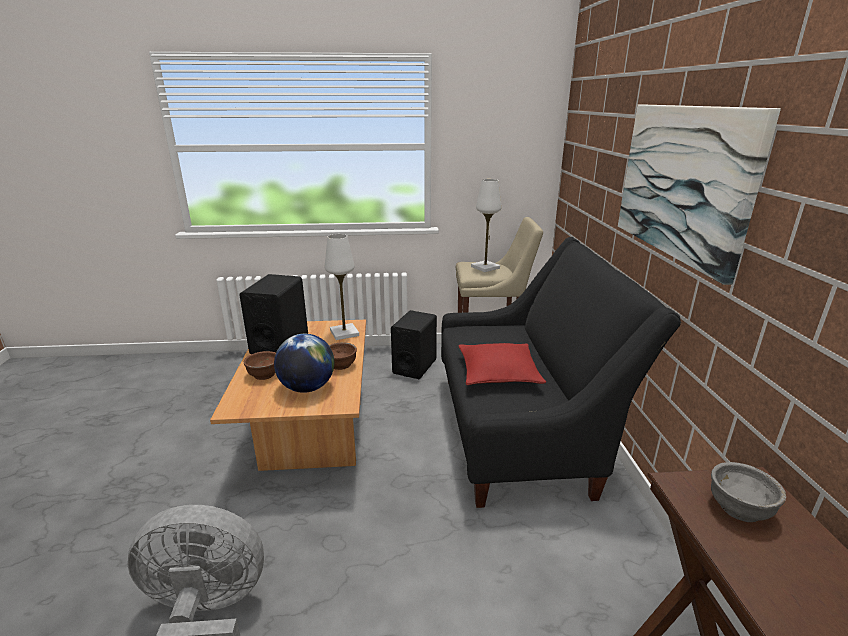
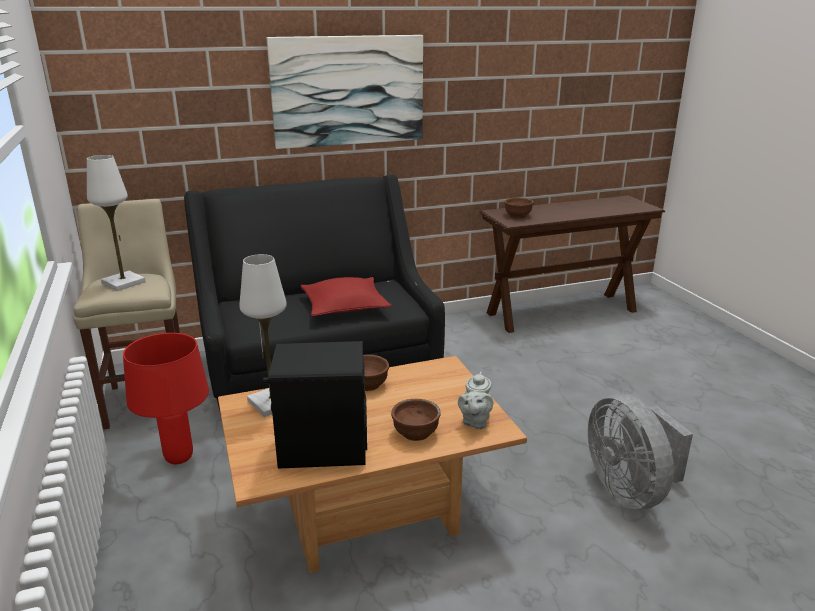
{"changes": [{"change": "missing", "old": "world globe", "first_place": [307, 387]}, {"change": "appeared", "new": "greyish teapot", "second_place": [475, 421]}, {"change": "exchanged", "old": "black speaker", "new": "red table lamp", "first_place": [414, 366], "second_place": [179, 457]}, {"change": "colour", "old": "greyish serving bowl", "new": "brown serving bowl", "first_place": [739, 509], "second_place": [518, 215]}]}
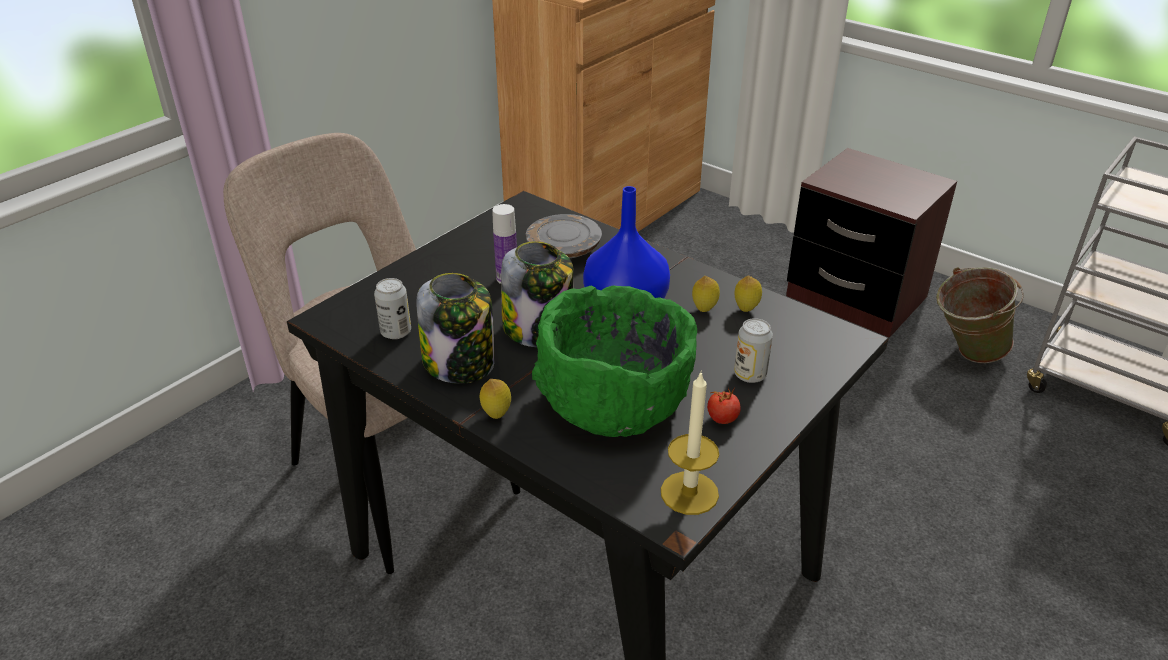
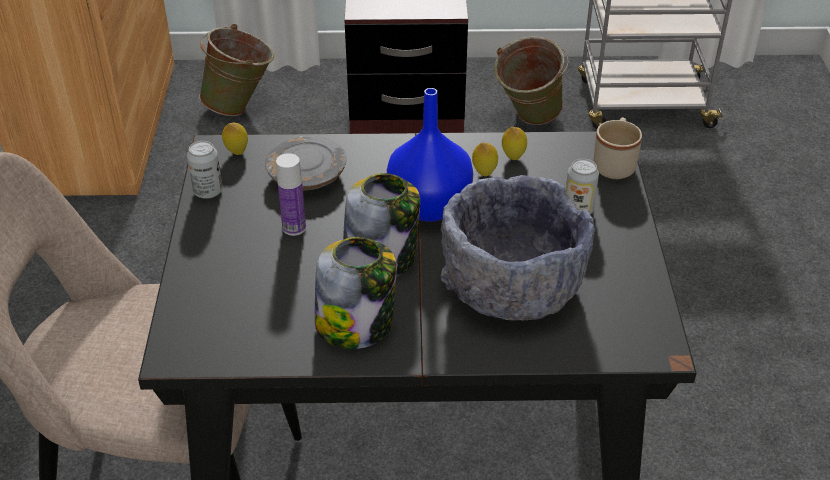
{"changes": [{"change": "missing", "old": "candle", "first_place": [689, 493]}, {"change": "missing", "old": "fresh tomato", "first_place": [722, 418]}, {"change": "appeared", "new": "green-coloured bucket", "second_place": [241, 107]}, {"change": "appeared", "new": "beige tea mug", "second_place": [615, 164]}, {"change": "relocated", "old": "can", "first_place": [396, 332], "second_place": [208, 191]}, {"change": "relocated", "old": "whole lemon", "first_place": [496, 414], "second_place": [237, 152]}, {"change": "colour", "old": "green-coloured serving bowl", "new": "greyish serving bowl", "first_place": [613, 399], "second_place": [511, 285]}]}
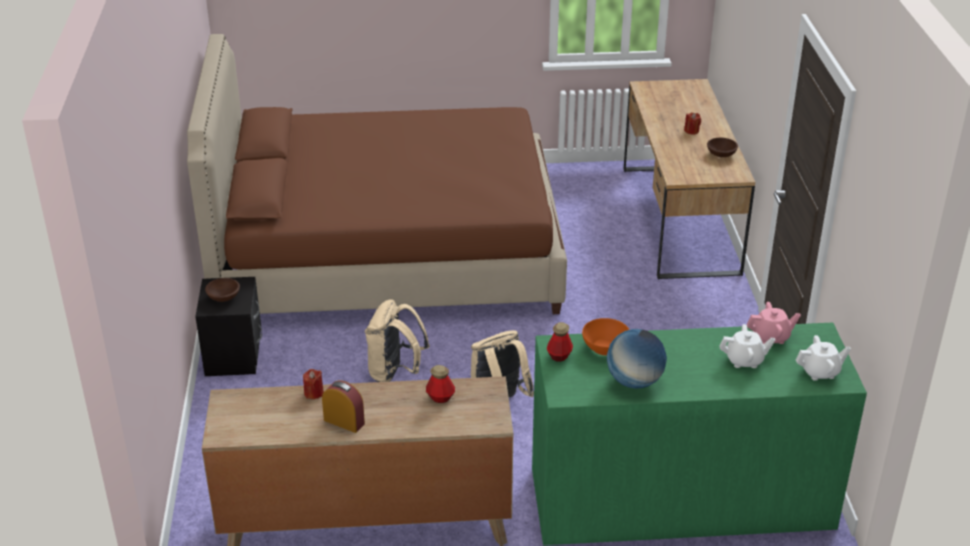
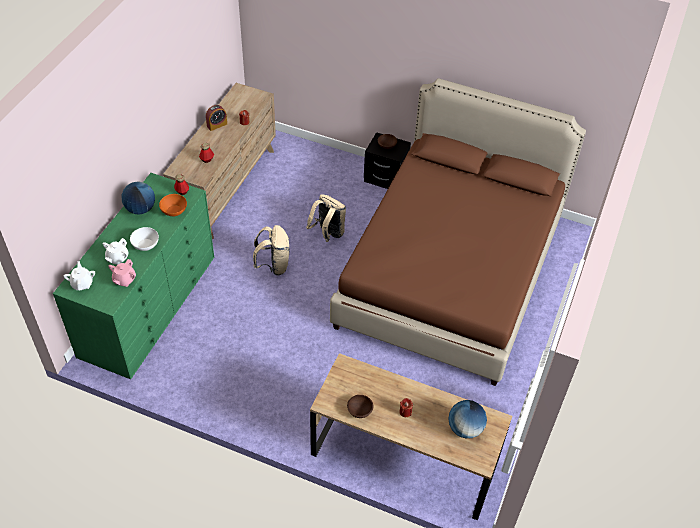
{"changes": [{"change": "appeared", "new": "white-coloured serving bowl", "second_place": [145, 245]}, {"change": "appeared", "new": "world globe", "second_place": [465, 428]}, {"change": "spun", "old": "white-coloured teapot", "first_place": [820, 372], "second_place": [82, 283], "degrees": 150}]}
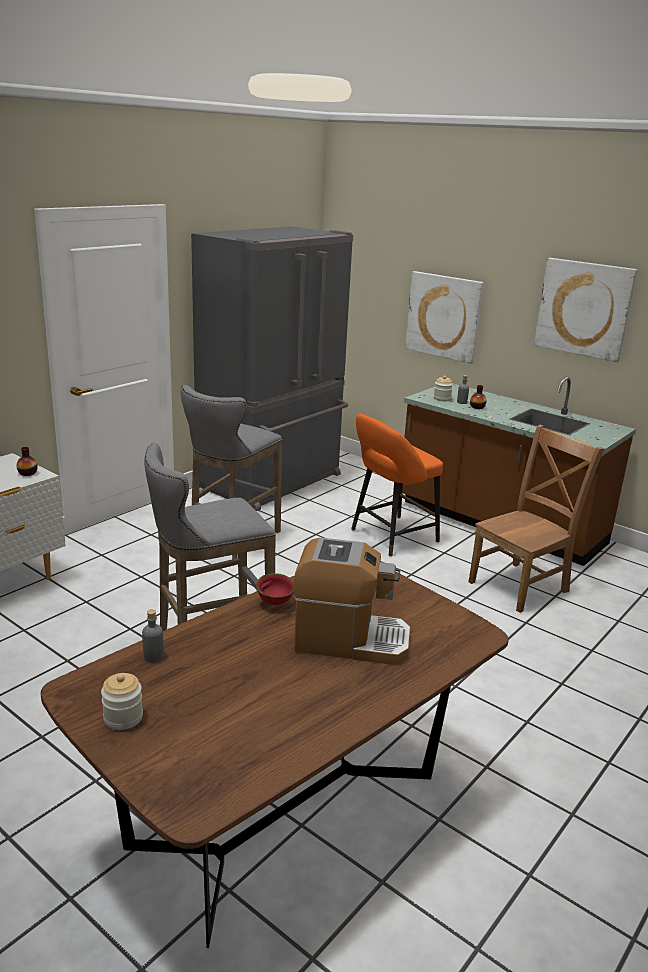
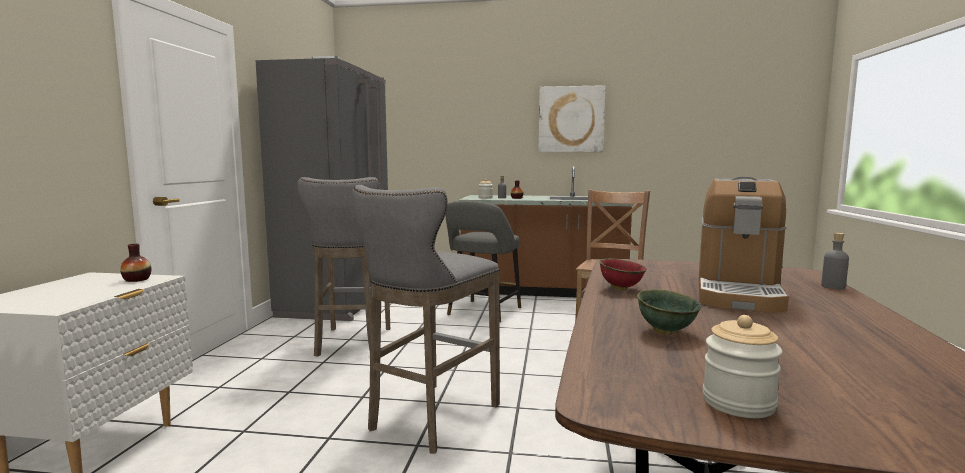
{"changes": [{"change": "missing", "old": "picture", "first_place": [444, 316]}, {"change": "appeared", "new": "green-coloured serving bowl", "second_place": [666, 331]}, {"change": "relocated", "old": "greyish beverage bottle", "first_place": [153, 656], "second_place": [833, 287]}, {"change": "colour", "old": "orange stool seat", "new": "greyish stool seat", "first_place": [390, 537], "second_place": [482, 312]}, {"change": "spun", "old": "coffee brewer", "first_place": [350, 640], "second_place": [737, 292], "degrees": 135}]}
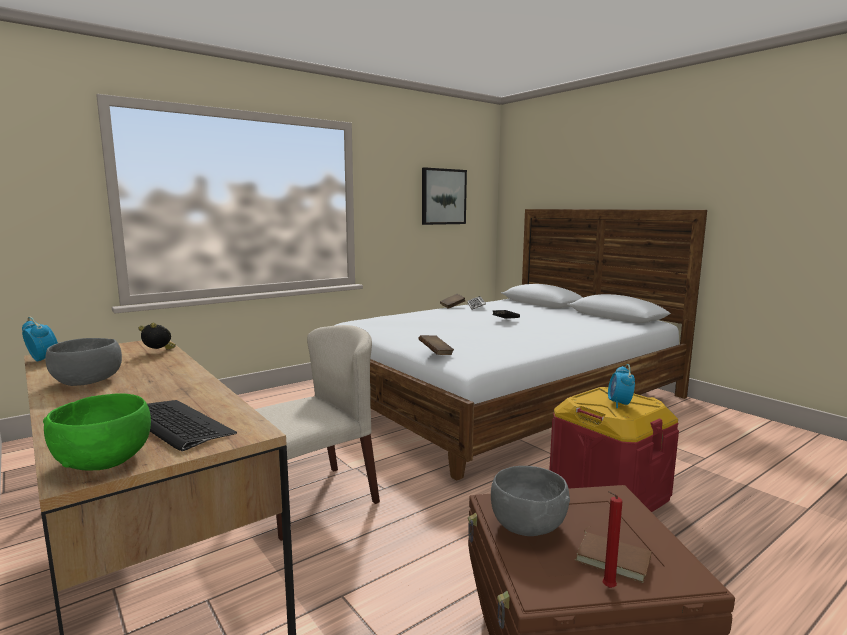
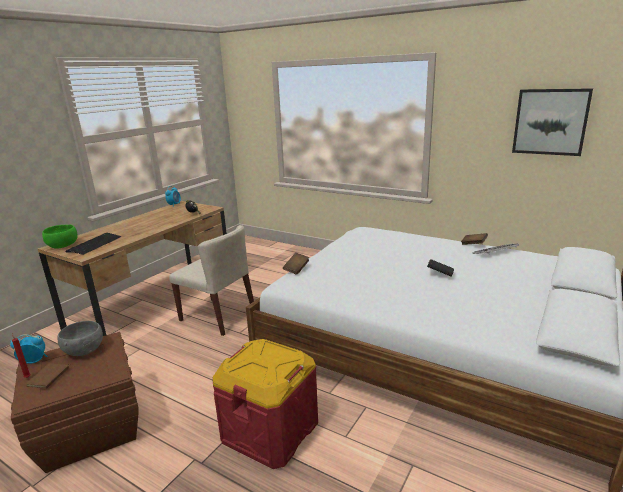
{"changes": [{"change": "missing", "old": "greyish serving bowl", "first_place": [88, 381]}, {"change": "relocated", "old": "bedside clock", "first_place": [619, 404], "second_place": [34, 361]}]}
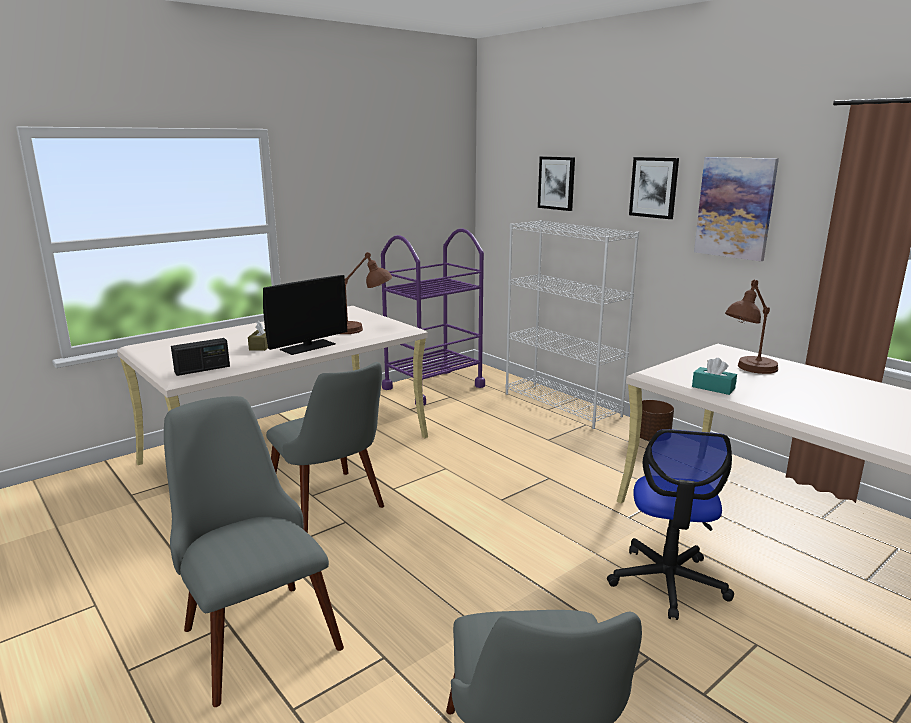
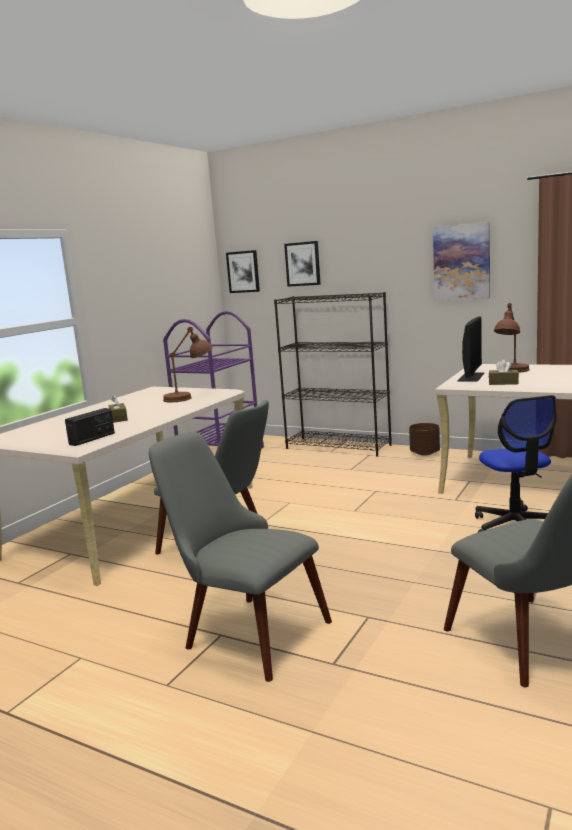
{"changes": [{"change": "relocated", "old": "computer screen", "first_place": [308, 347], "second_place": [471, 377]}, {"change": "relocated", "old": "picture", "first_place": [654, 187], "second_place": [243, 271]}, {"change": "colour", "old": "white-coloured bookshelf", "new": "black bookshelf", "first_place": [562, 405], "second_place": [338, 447]}, {"change": "colour", "old": "turquoise tissue holder", "new": "brown tissue holder", "first_place": [713, 388], "second_place": [503, 383]}]}
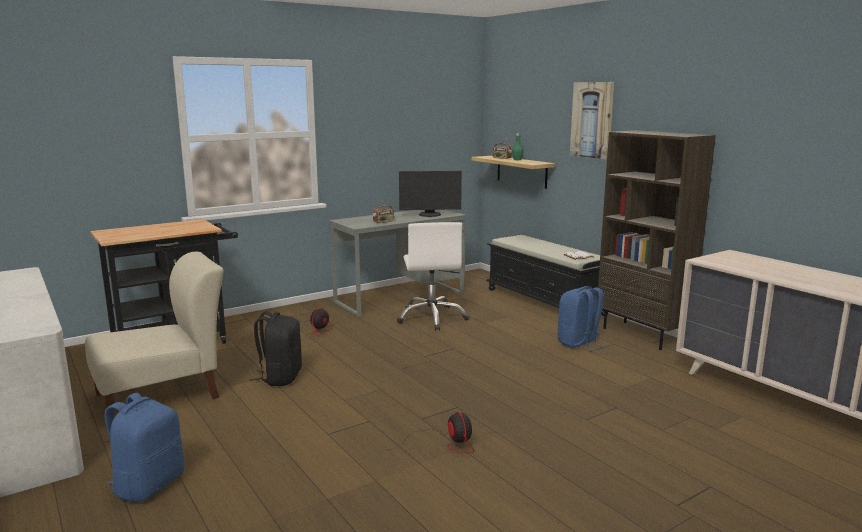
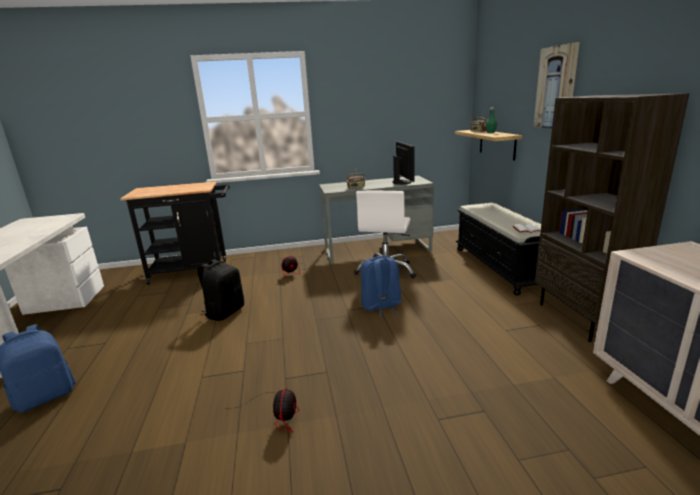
{"changes": [{"change": "missing", "old": "beige upright chair", "first_place": [163, 395]}, {"change": "relocated", "old": "blue-coloured knapsack", "first_place": [579, 343], "second_place": [381, 306]}, {"change": "spun", "old": "computer screen", "first_place": [430, 215], "second_place": [402, 182], "degrees": -120}]}
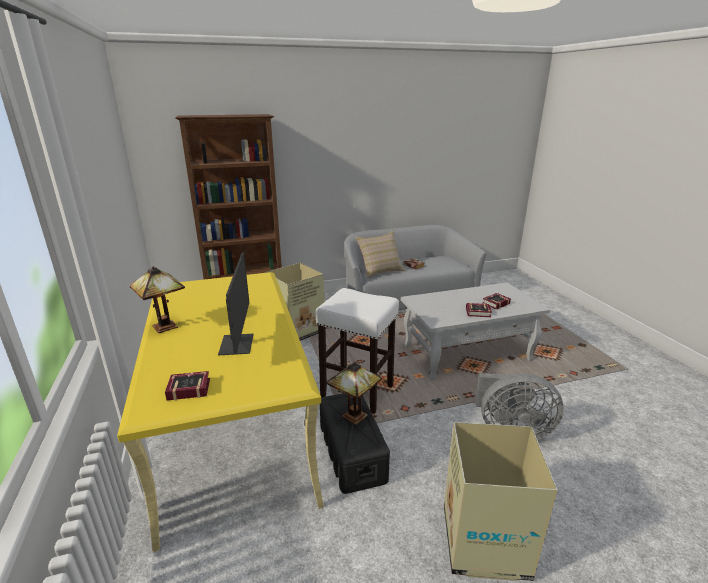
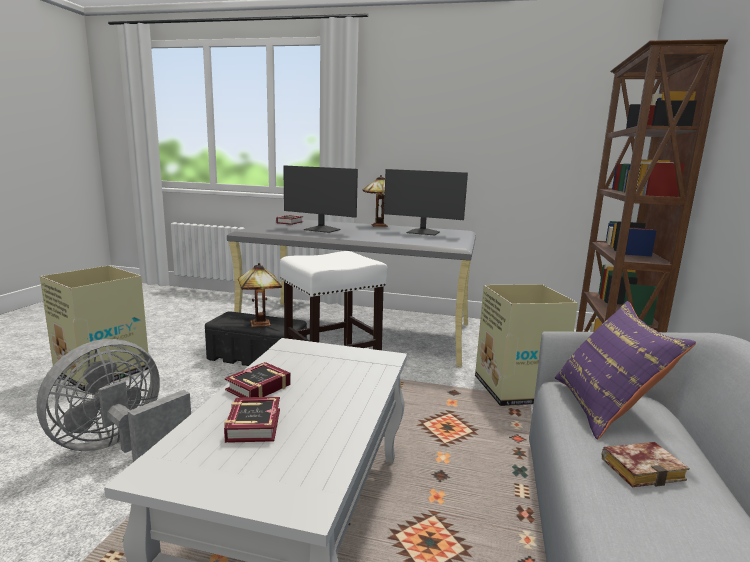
{"changes": [{"change": "appeared", "new": "computer screen", "second_place": [423, 232]}, {"change": "colour", "old": "yellowish desk unit", "new": "greyish desk unit", "first_place": [233, 424], "second_place": [358, 330]}, {"change": "colour", "old": "beige cushion", "new": "purple-coloured cushion", "first_place": [380, 271], "second_place": [605, 408]}]}
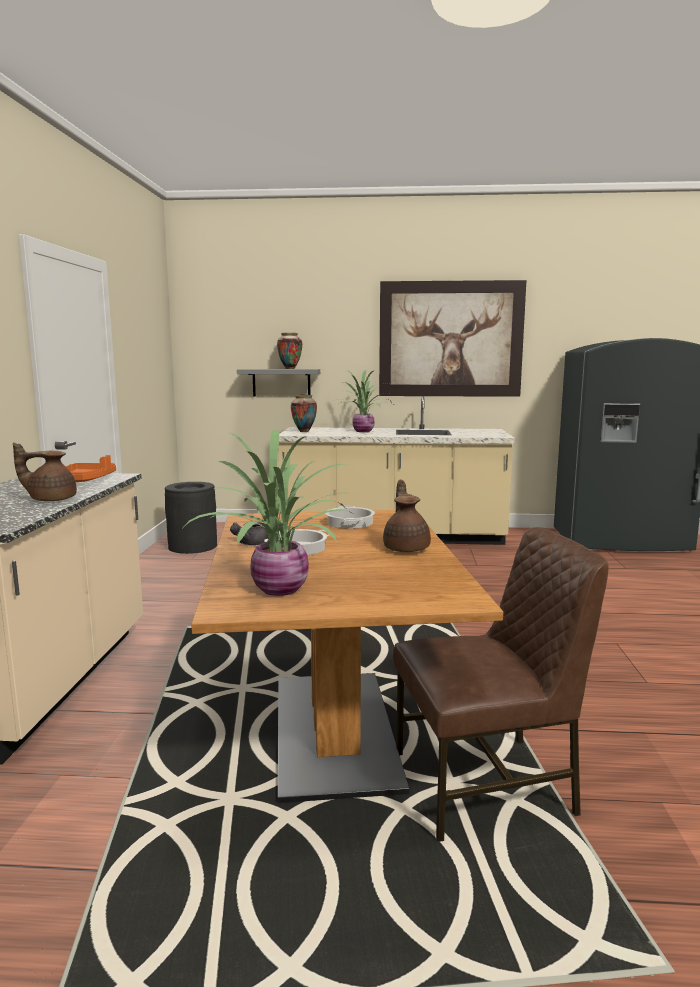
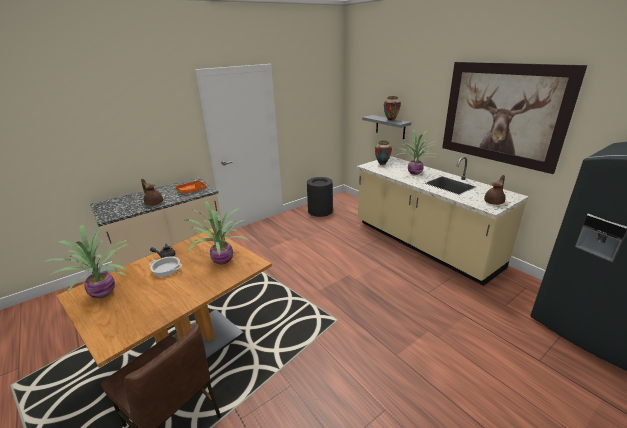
{"changes": [{"change": "relocated", "old": "brown teapot", "first_place": [406, 548], "second_place": [494, 202]}, {"change": "exchanged", "old": "saucepot", "new": "potted plant", "first_place": [349, 522], "second_place": [222, 260]}]}
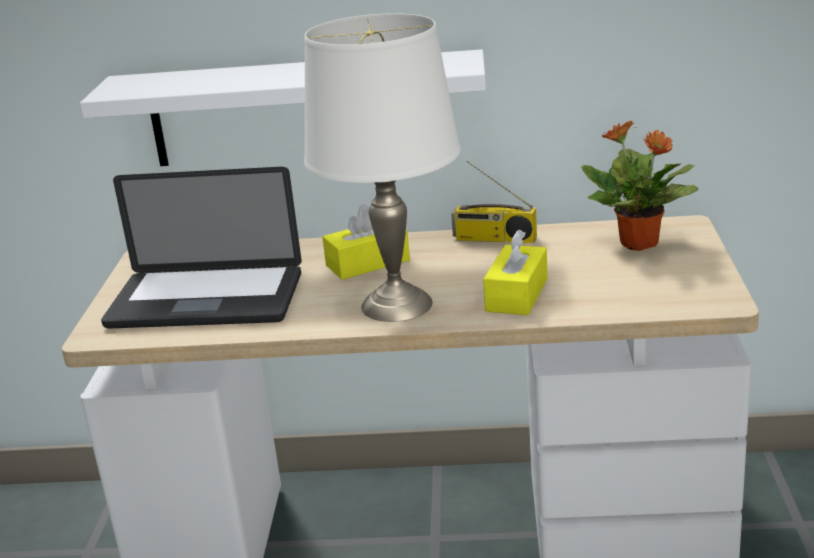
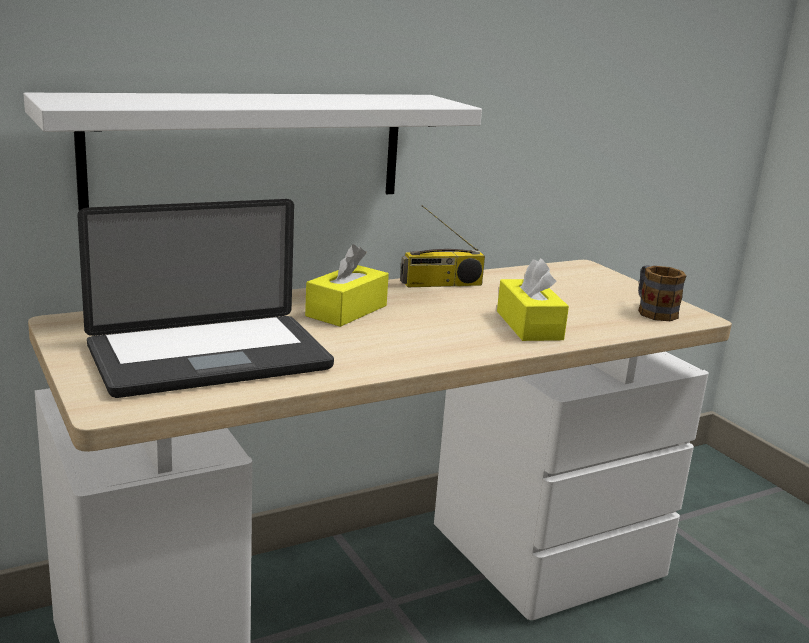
{"changes": [{"change": "missing", "old": "white-coloured table lamp", "first_place": [396, 304]}, {"change": "missing", "old": "potted plant", "first_place": [640, 244]}, {"change": "appeared", "new": "tea mug", "second_place": [653, 311]}]}
